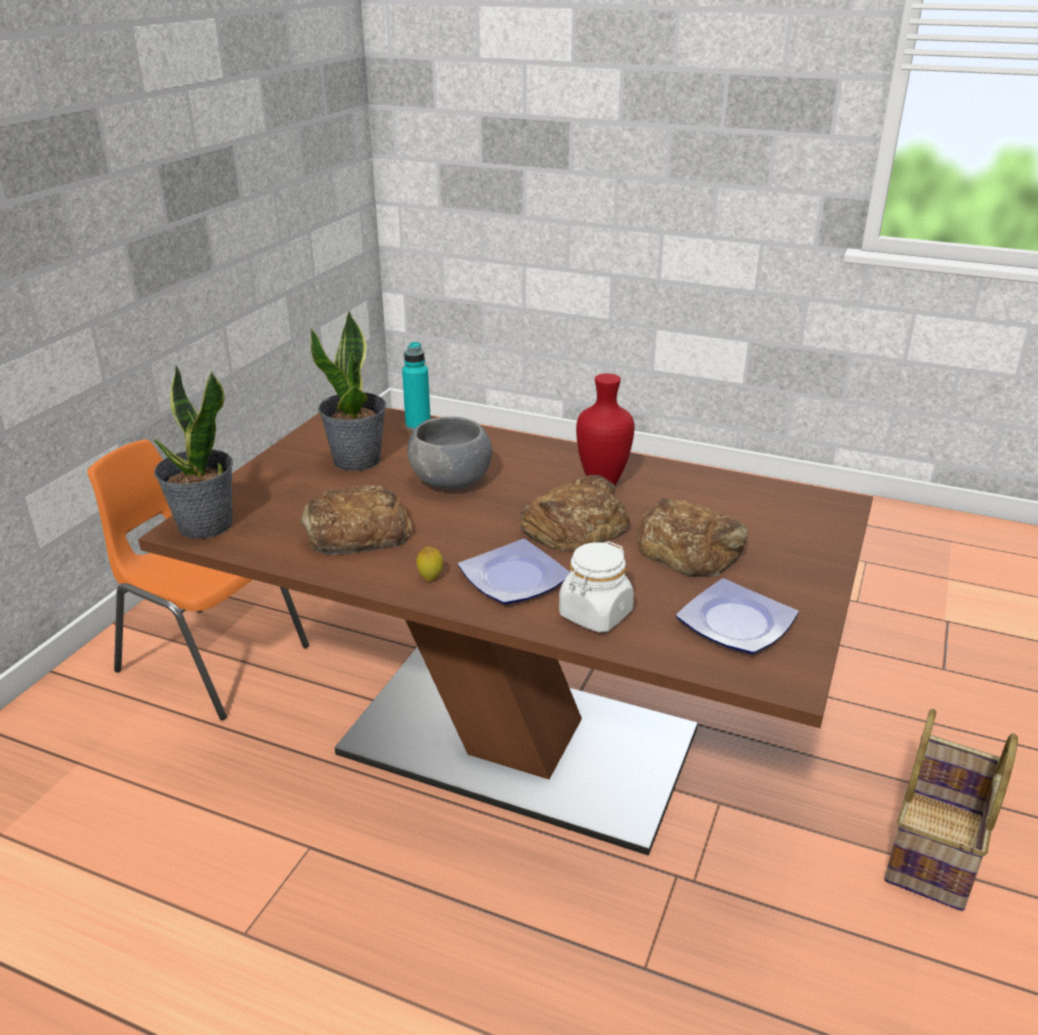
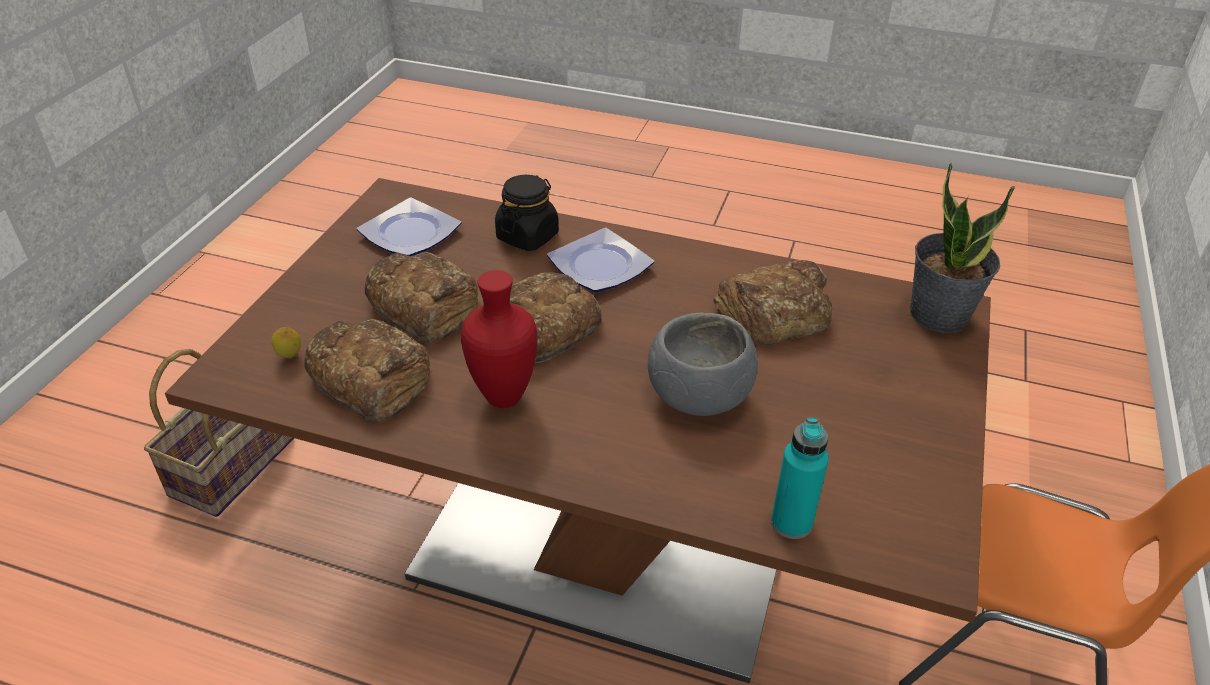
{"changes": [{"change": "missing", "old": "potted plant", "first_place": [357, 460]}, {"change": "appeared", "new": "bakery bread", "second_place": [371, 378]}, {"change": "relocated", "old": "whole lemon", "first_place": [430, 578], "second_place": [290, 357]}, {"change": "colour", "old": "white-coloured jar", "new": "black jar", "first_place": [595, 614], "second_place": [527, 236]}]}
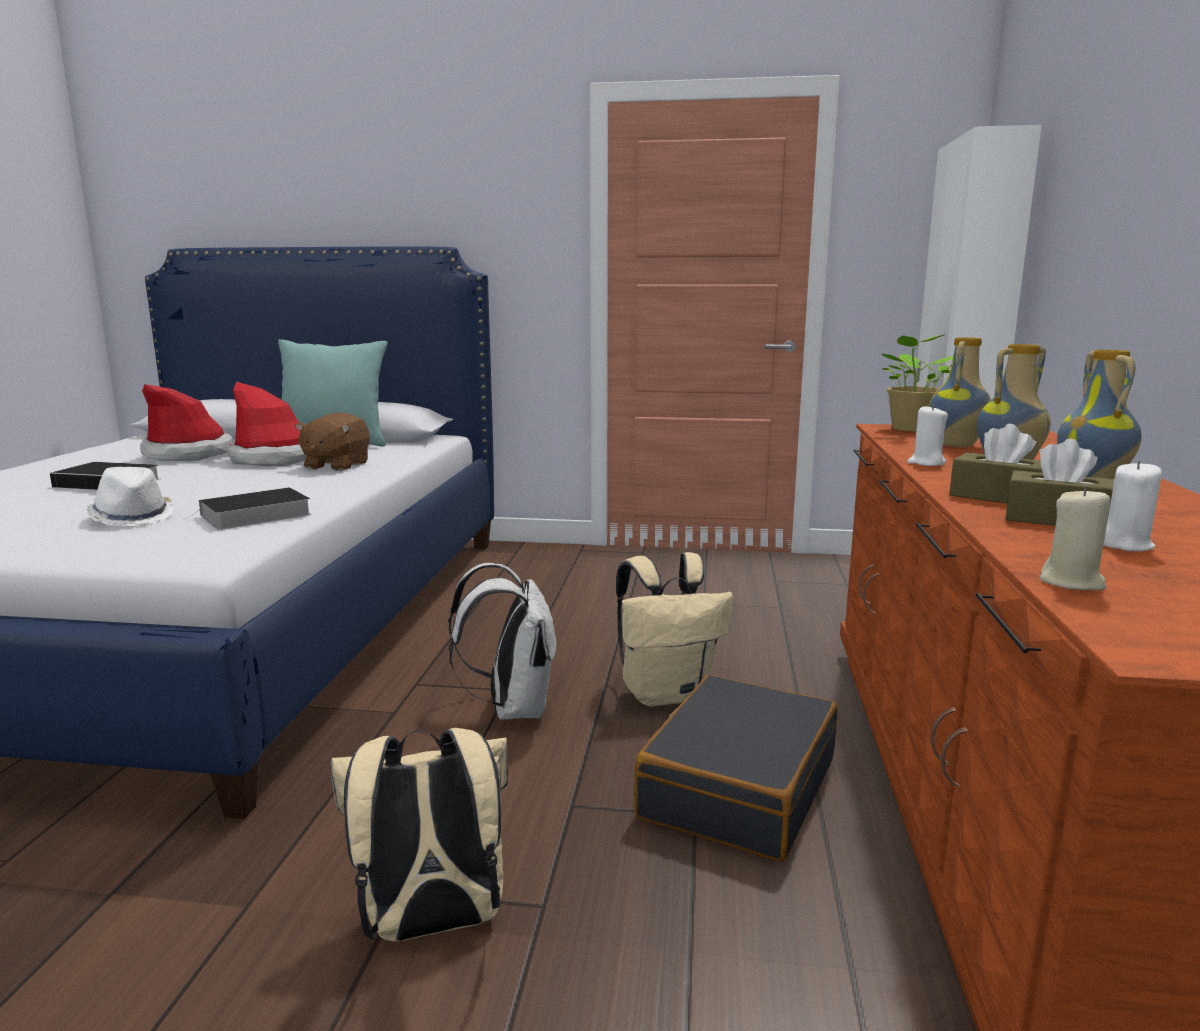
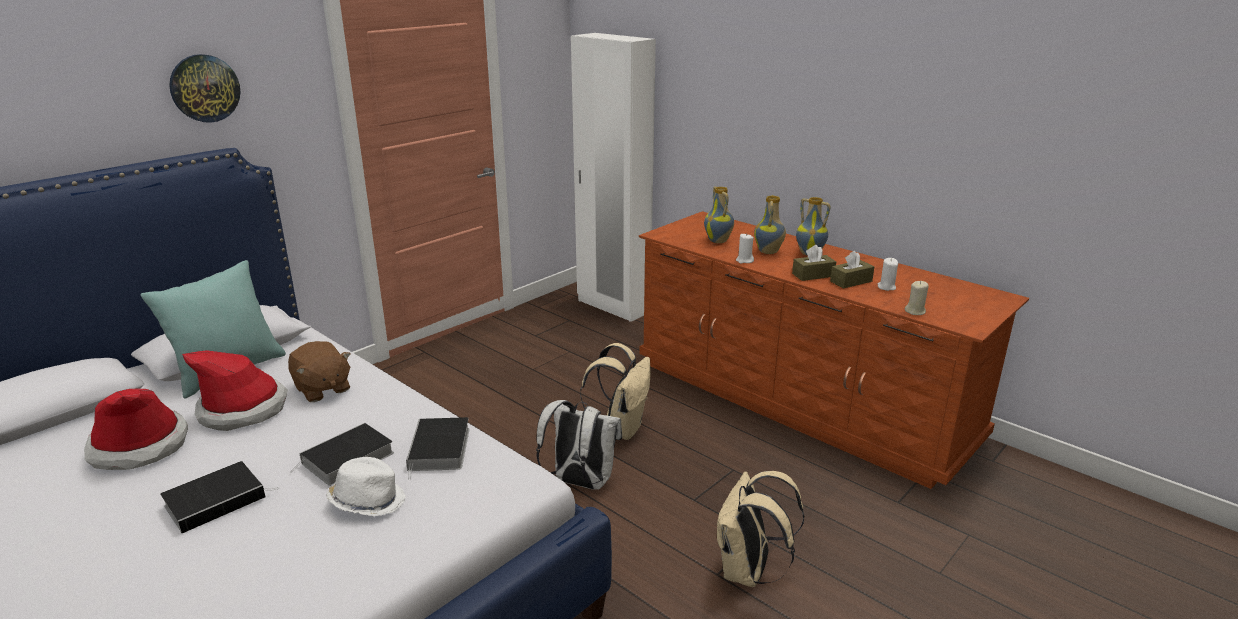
{"changes": [{"change": "missing", "old": "black suitcase", "first_place": [737, 788]}, {"change": "missing", "old": "potted plant", "first_place": [911, 429]}, {"change": "appeared", "new": "clock on the wall", "second_place": [204, 88]}, {"change": "appeared", "new": "book", "second_place": [346, 459]}]}
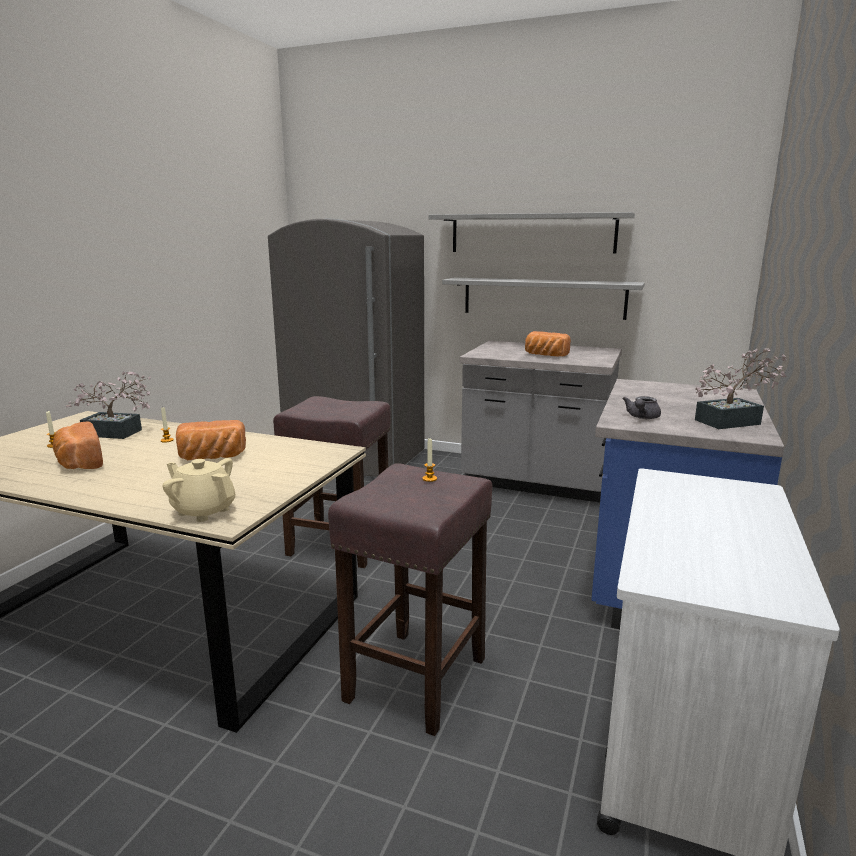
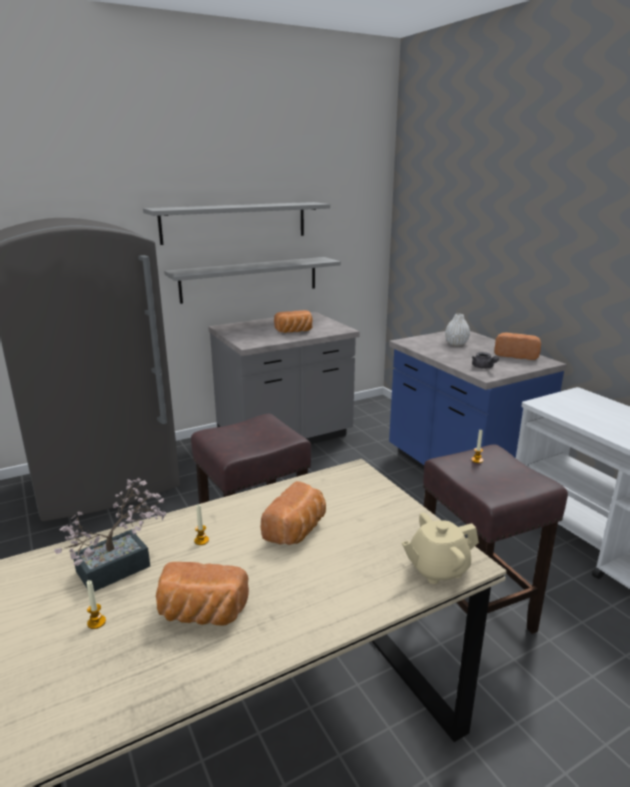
{"changes": [{"change": "appeared", "new": "white-coloured flower vase", "second_place": [456, 344]}, {"change": "exchanged", "old": "potted plant", "new": "bakery bread", "first_place": [733, 421], "second_place": [516, 355]}]}
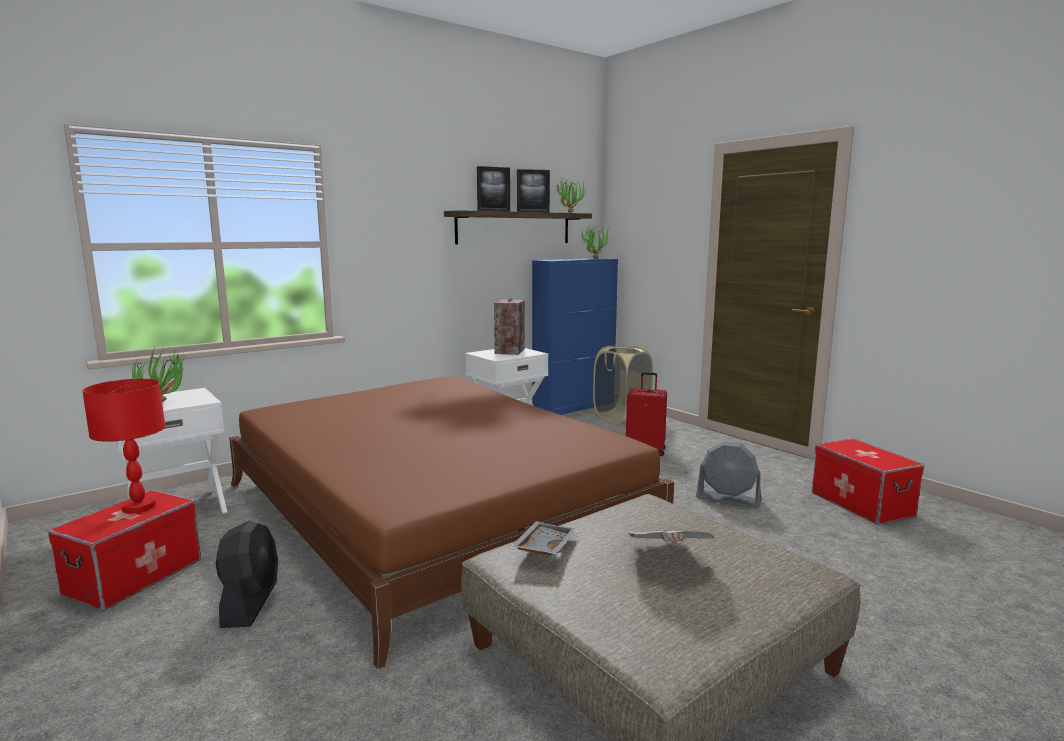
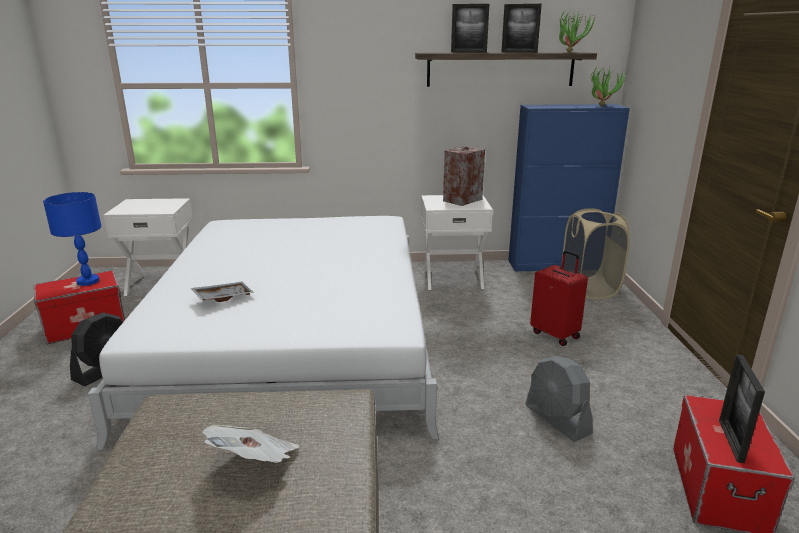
{"changes": [{"change": "missing", "old": "potted plant", "first_place": [167, 402]}, {"change": "appeared", "new": "photo frame", "second_place": [731, 441]}, {"change": "relocated", "old": "greyish tray", "first_place": [543, 547], "second_place": [223, 297]}, {"change": "colour", "old": "red table lamp", "new": "blue-coloured table lamp", "first_place": [139, 507], "second_place": [87, 281]}, {"change": "colour", "old": "brown bed", "new": "white-coloured bed", "first_place": [432, 509], "second_place": [295, 335]}]}
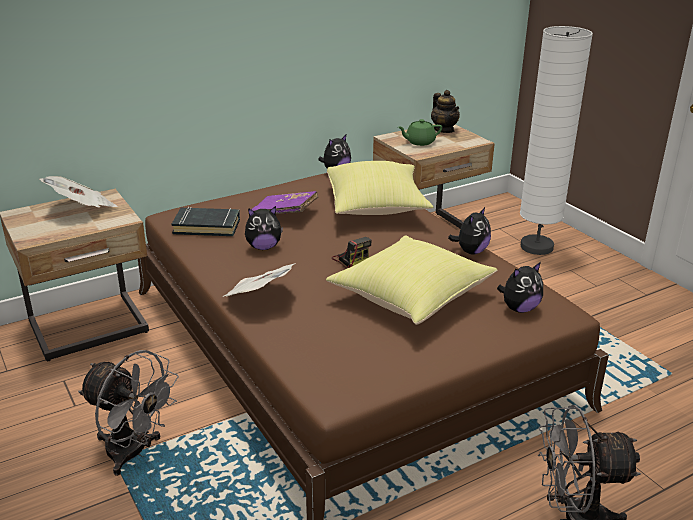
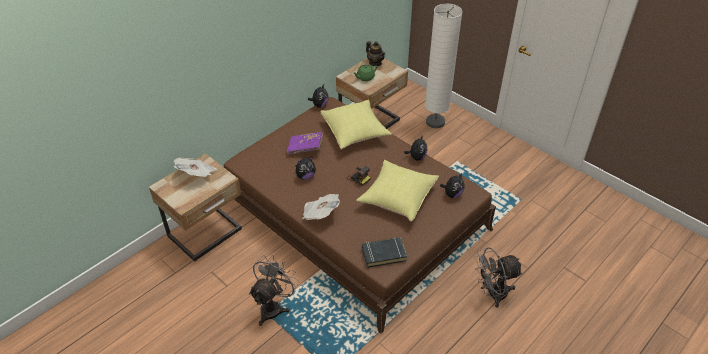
{"changes": [{"change": "relocated", "old": "black book", "first_place": [207, 226], "second_place": [383, 254]}, {"change": "spun", "old": "greyish fan", "first_place": [134, 453], "second_place": [274, 306], "degrees": -75}]}
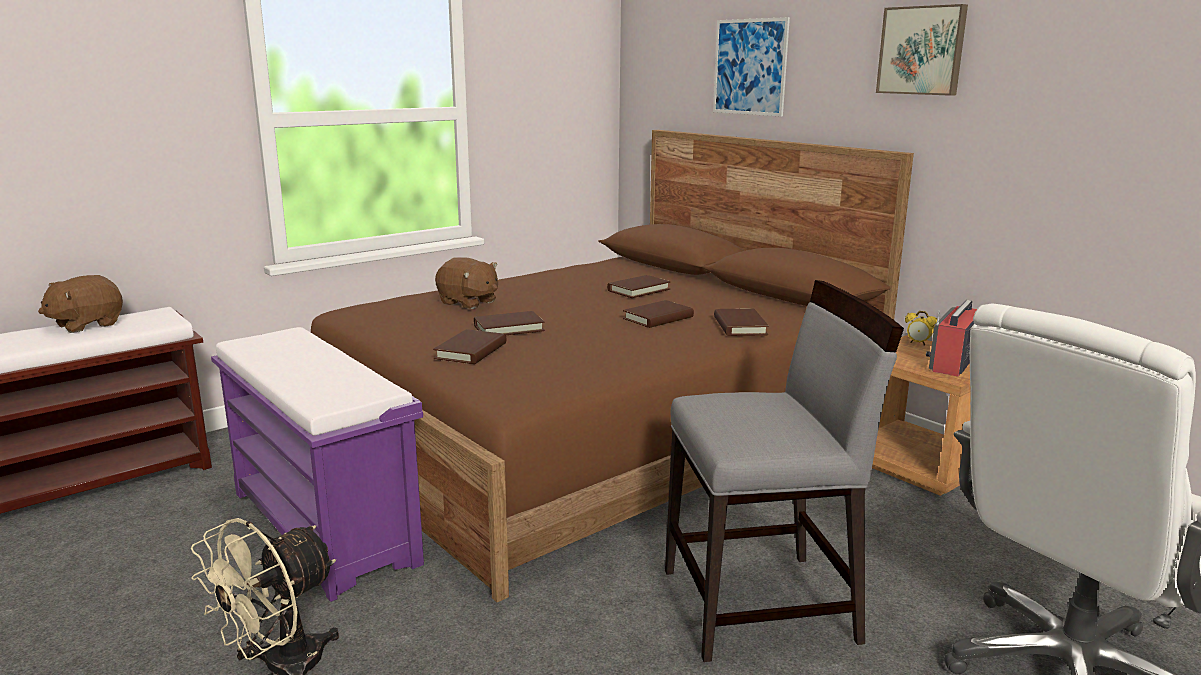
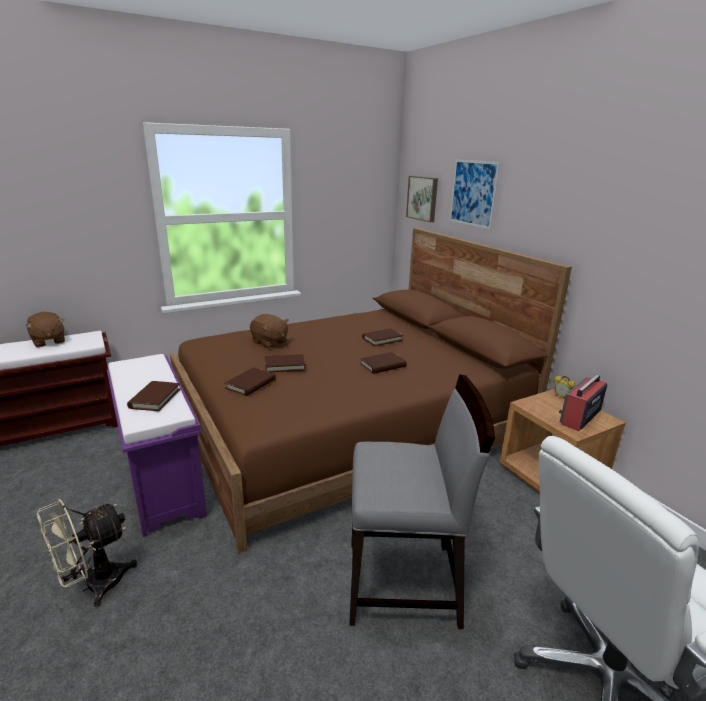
{"changes": [{"change": "relocated", "old": "brown book", "first_place": [740, 326], "second_place": [155, 398]}, {"change": "relocated", "old": "picture", "first_place": [922, 50], "second_place": [423, 198]}, {"change": "spun", "old": "brown soft toy", "first_place": [87, 325], "second_place": [48, 341], "degrees": -90}]}
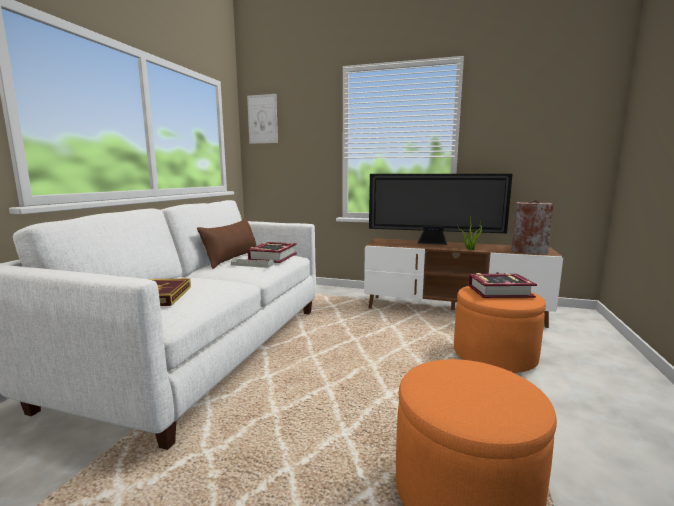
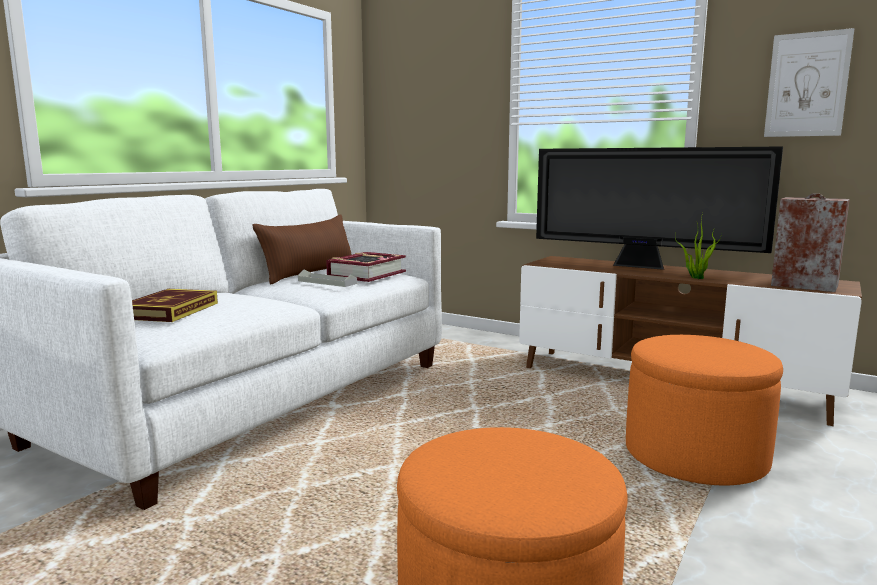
{"changes": [{"change": "missing", "old": "book", "first_place": [499, 291]}, {"change": "relocated", "old": "picture", "first_place": [262, 119], "second_place": [807, 85]}]}
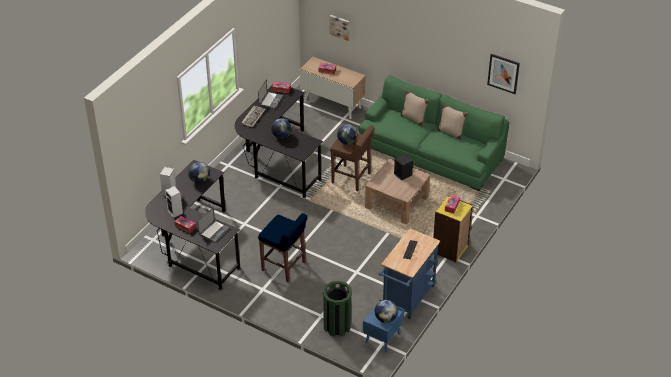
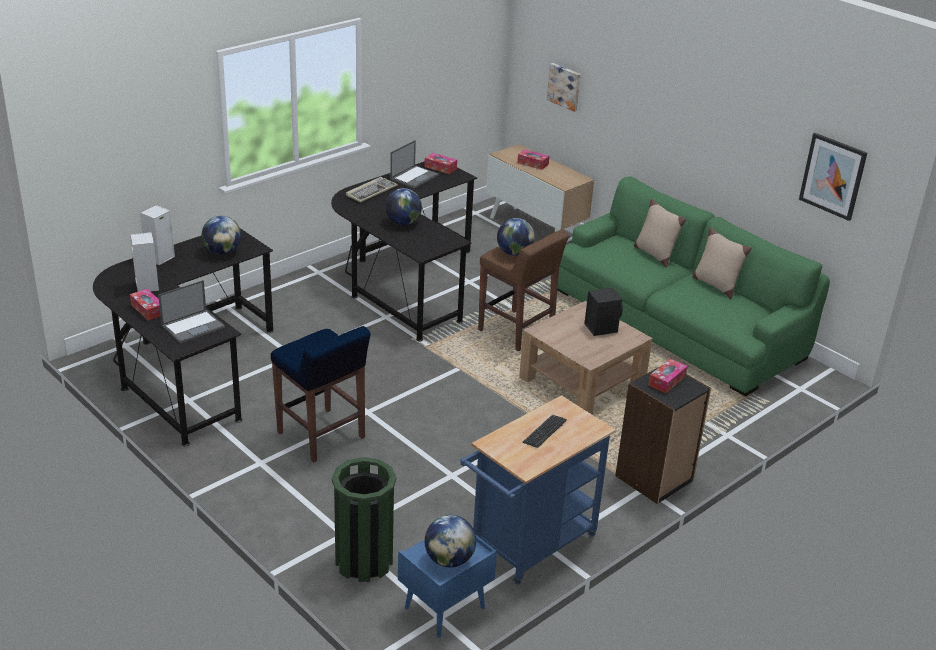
{"changes": [{"change": "colour", "old": "yellowish bookshelf", "new": "black bookshelf", "first_place": [450, 249], "second_place": [655, 478]}]}
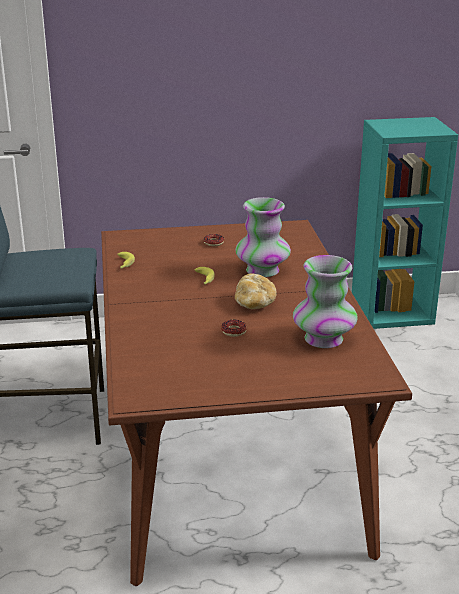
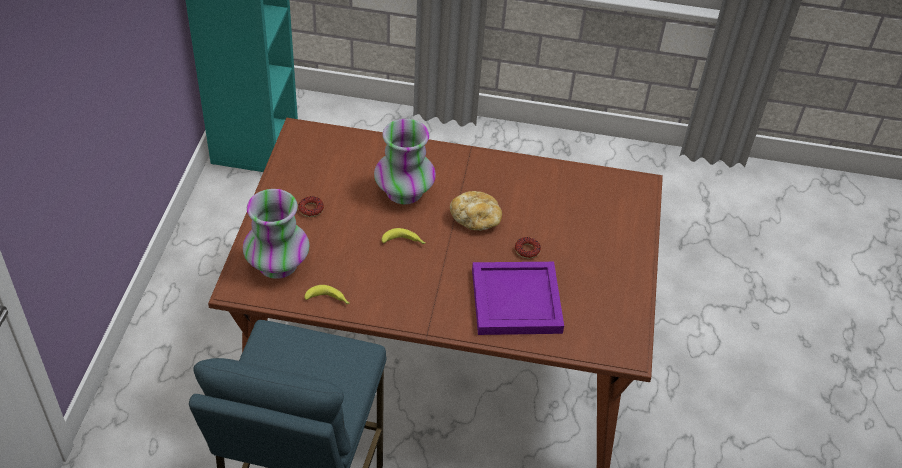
{"changes": [{"change": "appeared", "new": "purple-coloured tray", "second_place": [514, 300]}, {"change": "relocated", "old": "flower vase", "first_place": [323, 339], "second_place": [277, 264]}]}
